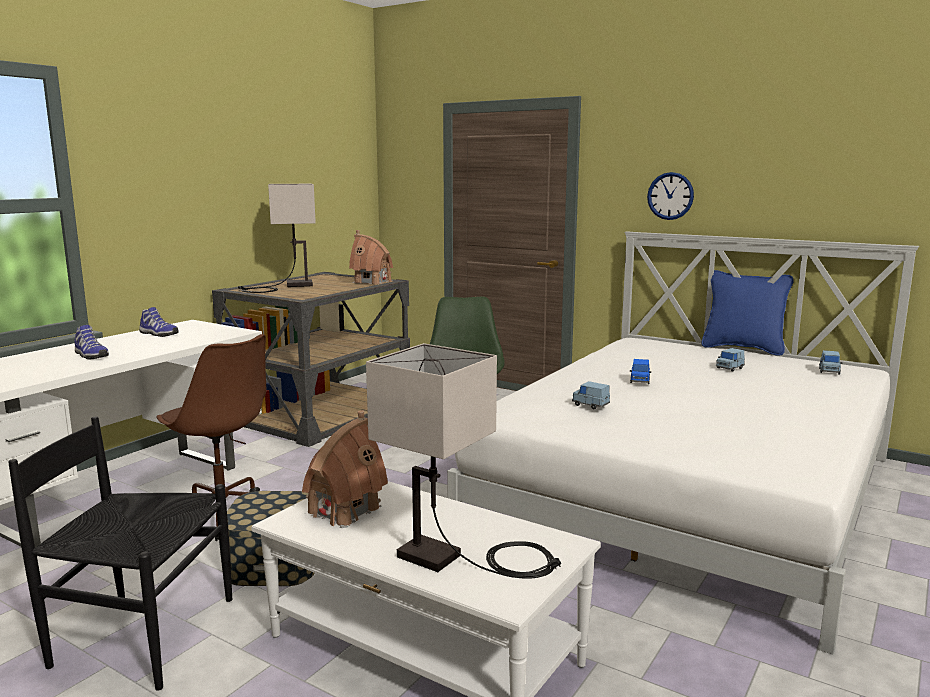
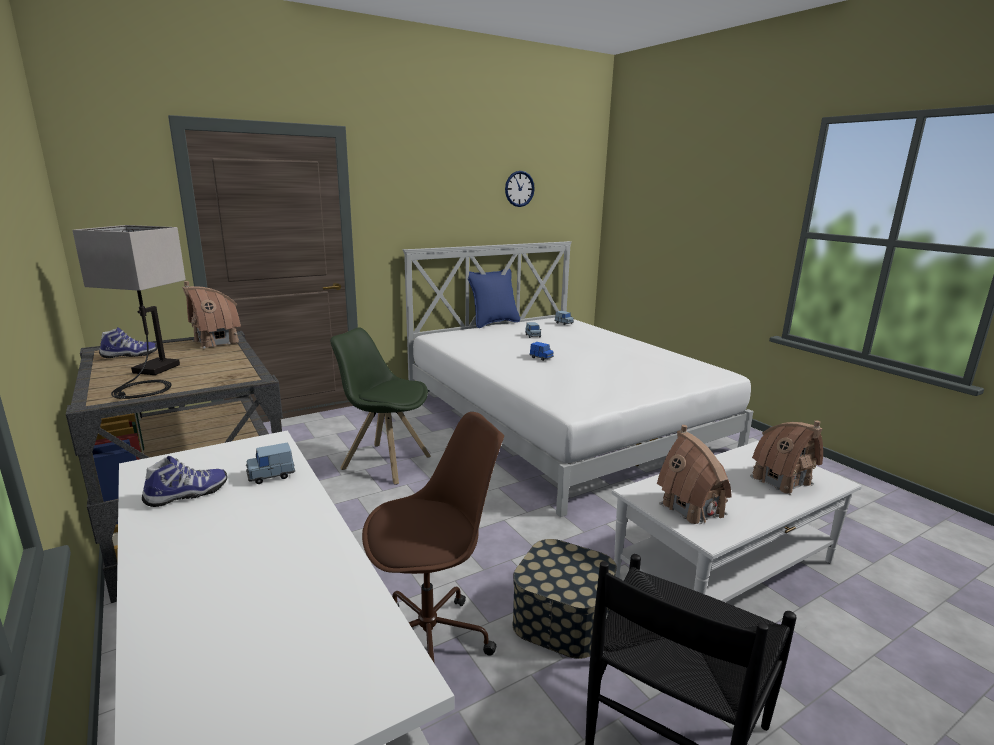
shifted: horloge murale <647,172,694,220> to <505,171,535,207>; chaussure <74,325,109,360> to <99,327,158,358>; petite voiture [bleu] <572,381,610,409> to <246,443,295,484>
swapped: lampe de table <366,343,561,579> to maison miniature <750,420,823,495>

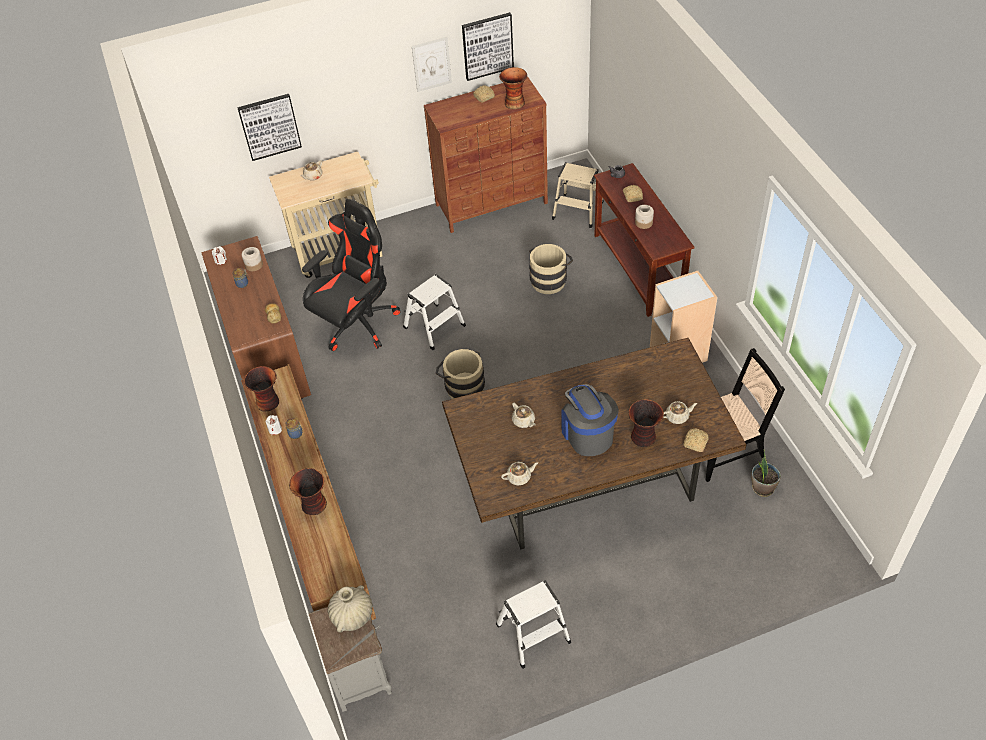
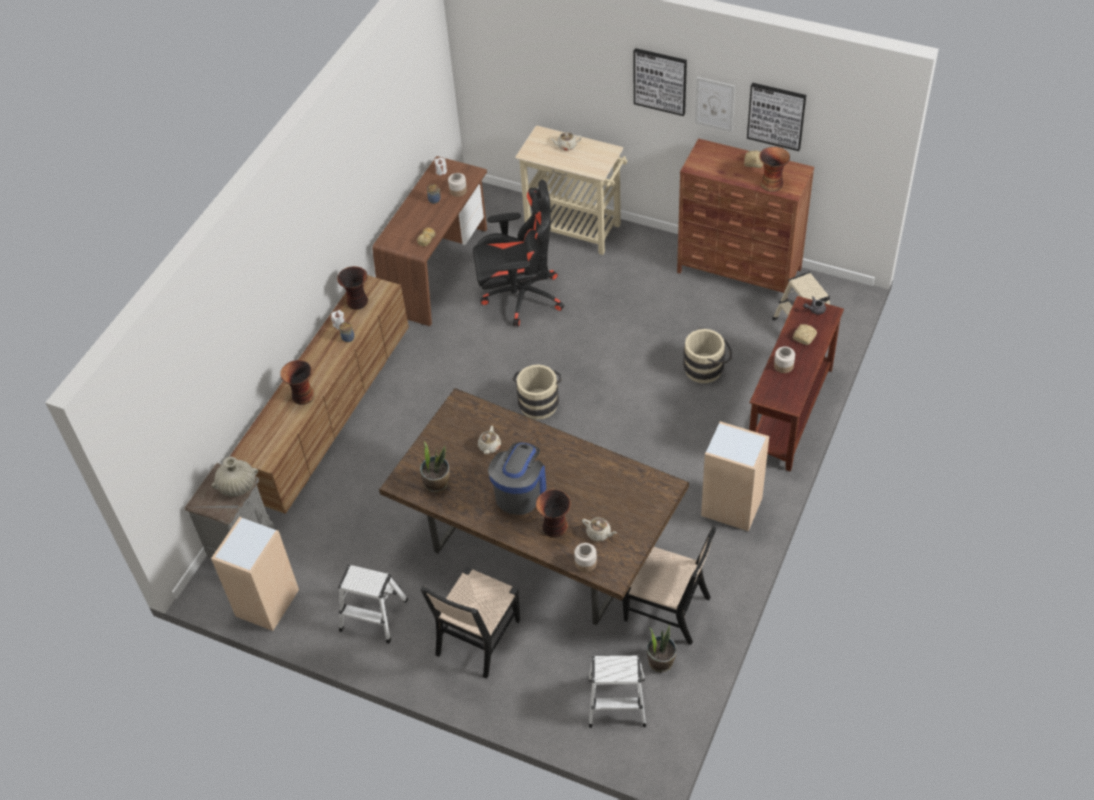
new: bibliothèque <211,517,299,631>; chaise <420,567,520,679>
shifted: tableau <237,94,302,161> to <634,48,687,116>; escabeau [blanc] <403,274,466,350> to <588,655,646,728>
swapped: pain <684,428,709,452> to bocal <574,543,597,572>; théière [beige] <501,462,538,485> to plante en pot <420,442,450,493>

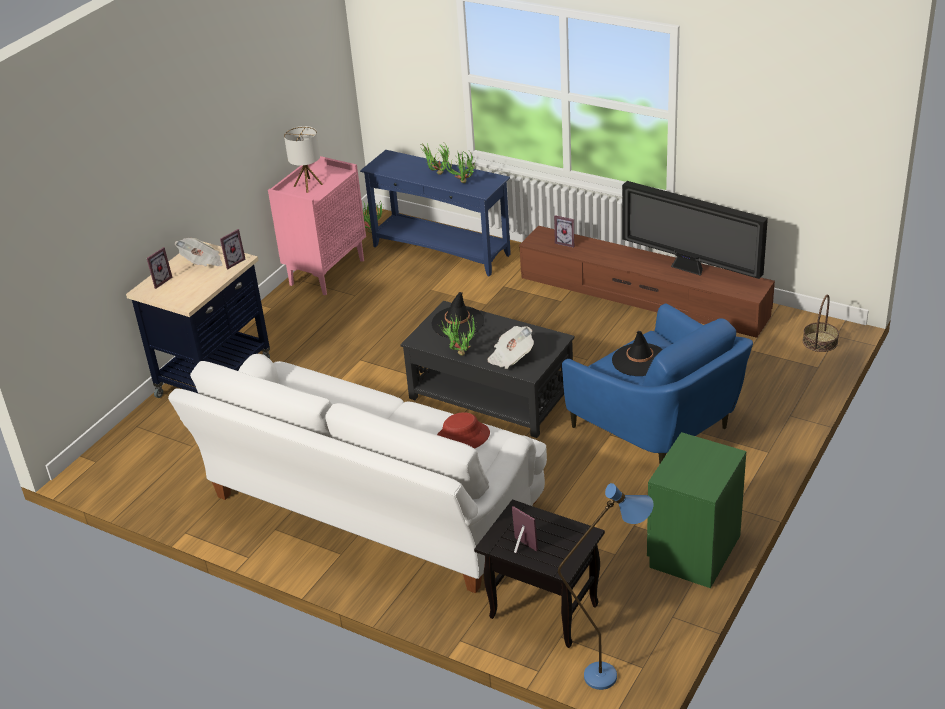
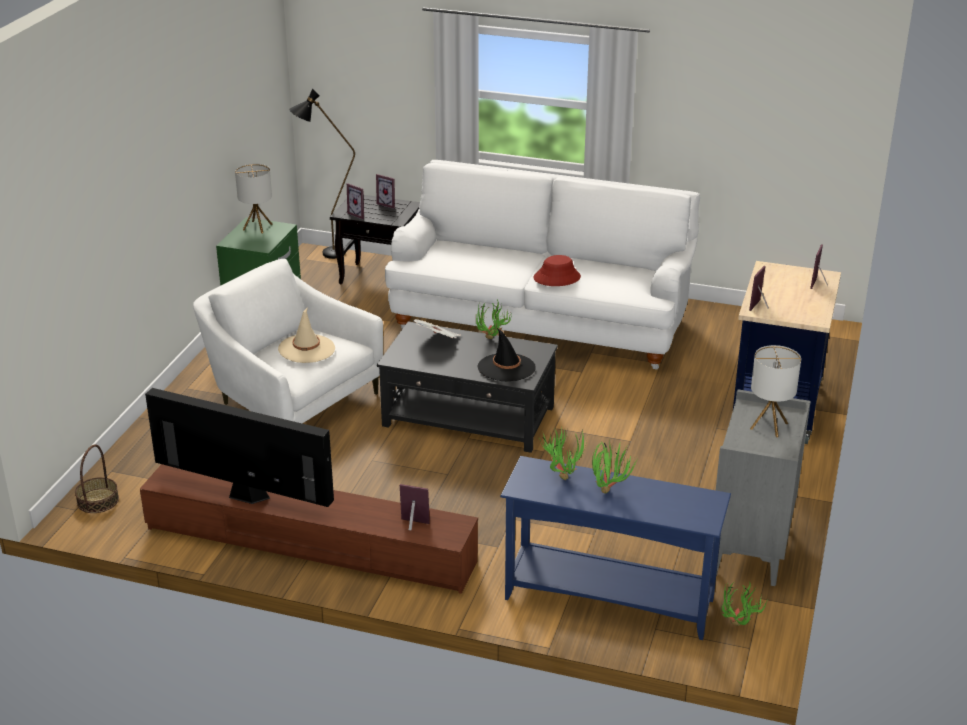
gone: journal <175,238,223,267>
new: lampe de table <235,164,272,233>; cadre photo <347,183,364,219>
shifted: chapeau [rouge] <437,412,490,449> to <533,255,581,286>
repainted: meuble de rangement [rose] <268,156,366,295> to meuble de rangement [gris] <716,389,811,586>; fauteuil [bleu] <562,304,753,464> to fauteuil [blanc] <193,259,383,423>; chapeau [noir] <612,331,663,376> to chapeau [beige] <278,307,335,363>; lampadaire [bleu] <558,483,653,690> to lampadaire [noir] <289,89,355,259>

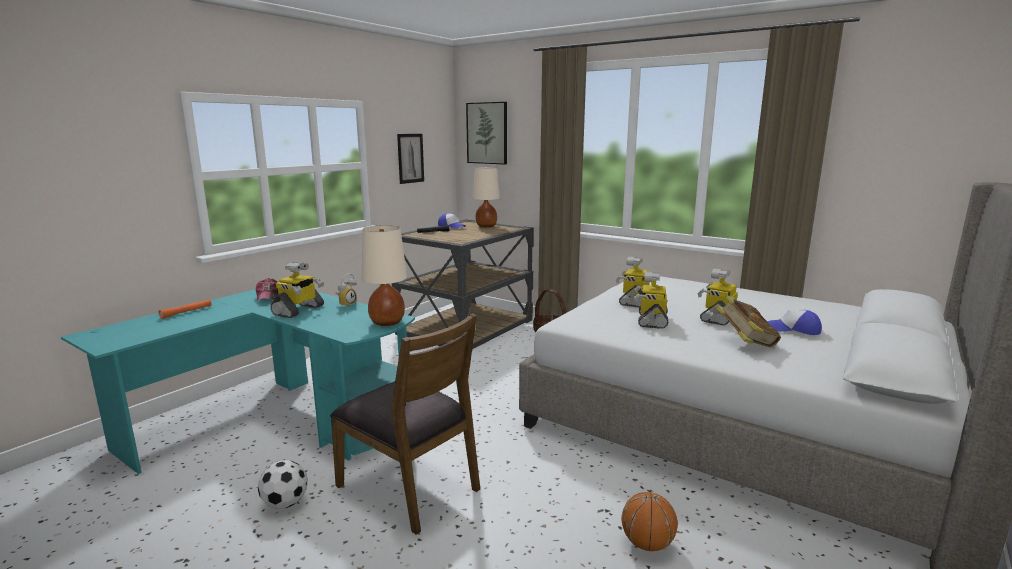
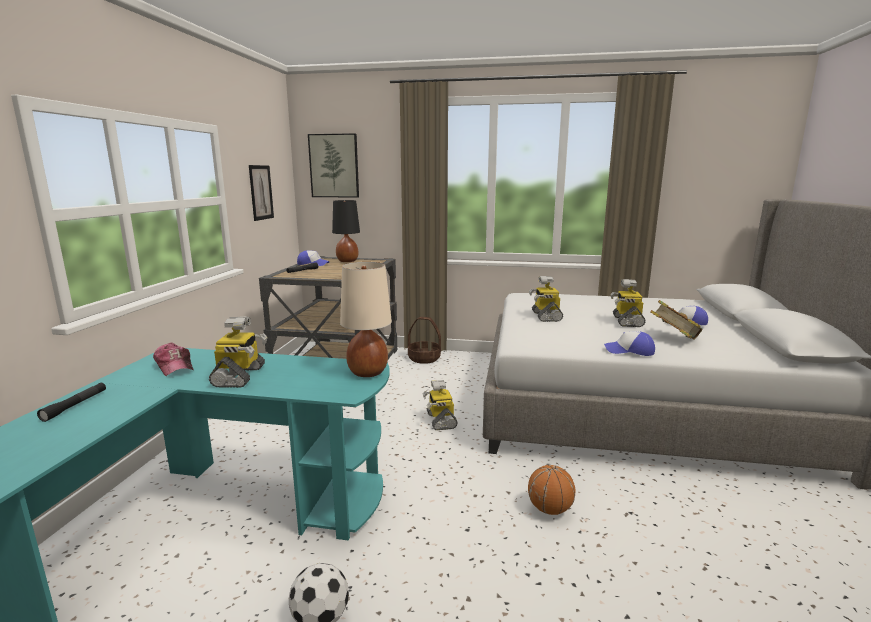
gone: réveil <336,273,357,307>; chaise [marron] <330,313,480,534>
new: casquette <604,331,655,356>
shifted: robot jouet <634,272,668,329> to <423,380,458,430>; ballon de basket <621,492,678,551> to <528,465,575,515>
repainted: lampe de table [beige] <473,167,500,227> to lampe de table [noir] <332,200,360,262>; lampe de poche [orange] <158,300,212,319> to lampe de poche [noir] <37,382,106,422>

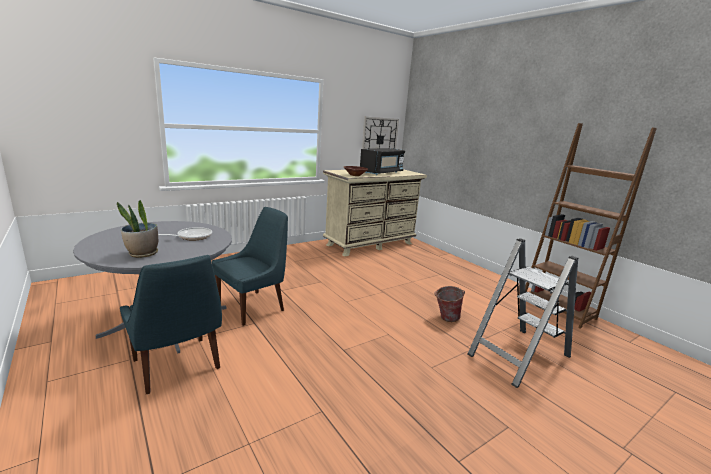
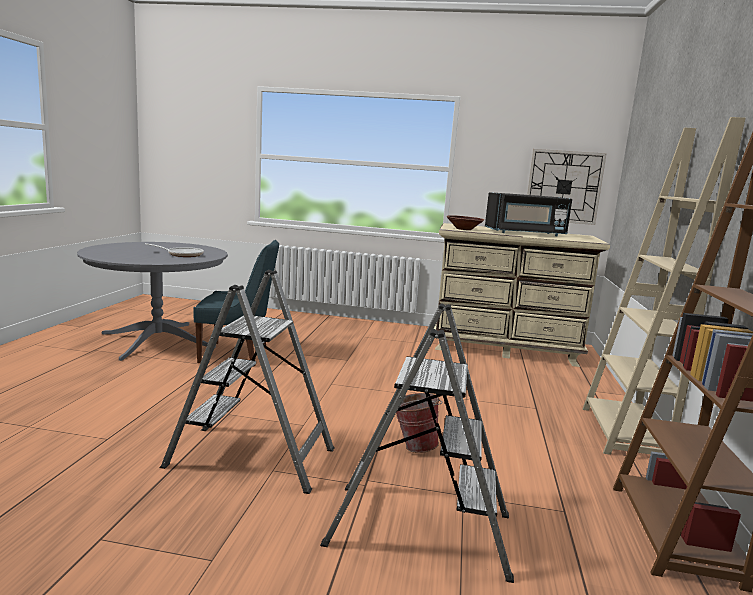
gone: plante en pot <117,200,158,258>; chaise [bleu] <120,255,222,394>
new: bibliothèque [beige] <583,117,745,455>; escabeau [gris] <159,270,335,494>

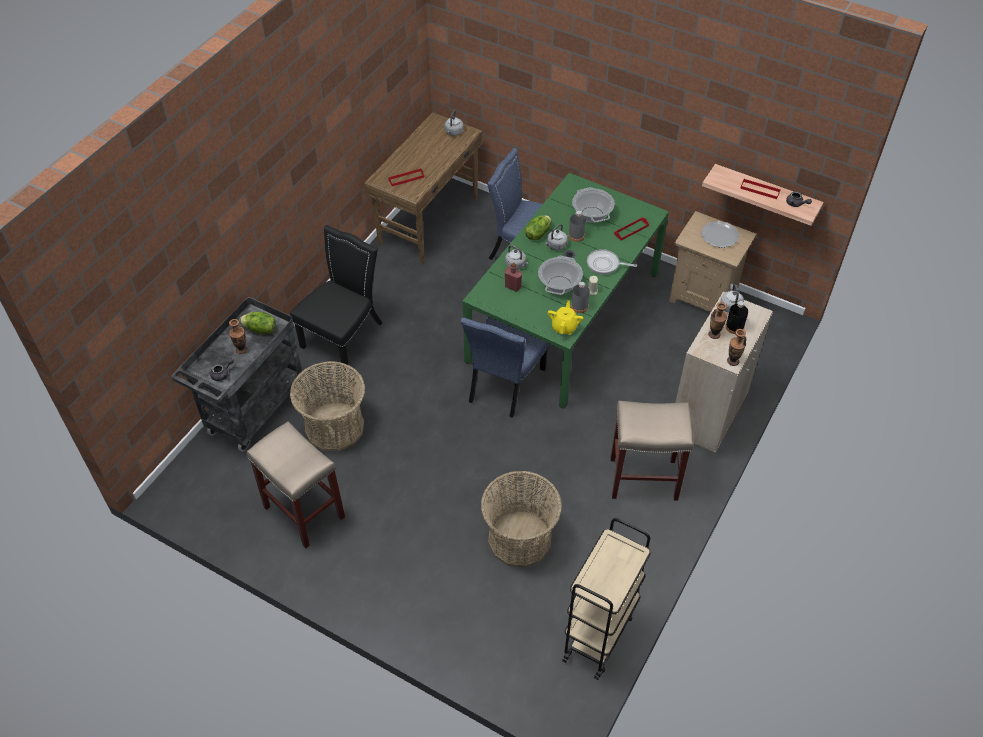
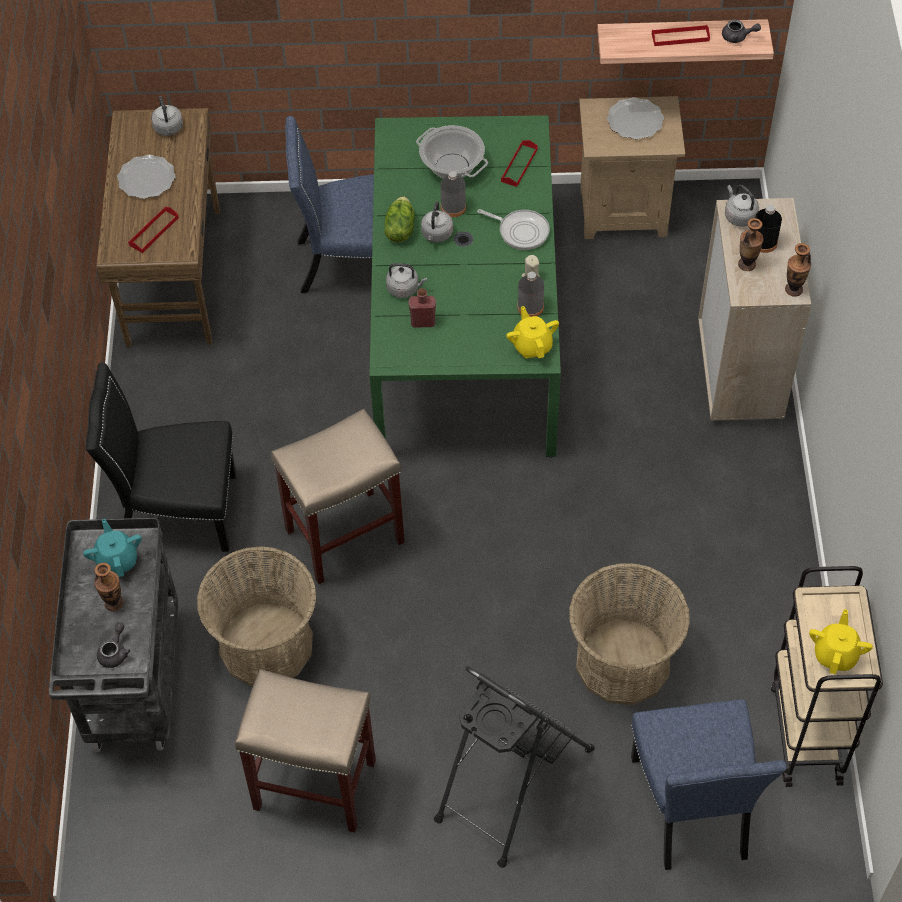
gone: marmite <538,256,583,295>
new: assiette <117,155,176,199>; théière [jaune] <809,609,873,675>; escabeau <434,666,595,868>
shifted: chaise [bleu] <461,317,550,418> to <631,699,787,870>; tabouret [beige] <610,401,693,501> to <271,409,405,584>
swapped: laitue <240,312,275,334> to théière [turquoise] <83,519,142,577>
rotated: chaise [noir] <290,225,383,368> = <86,363,236,552> 90 degrees counterclockwise; poêle <587,249,637,275> = <477,209,550,250> 135 degrees counterclockwise

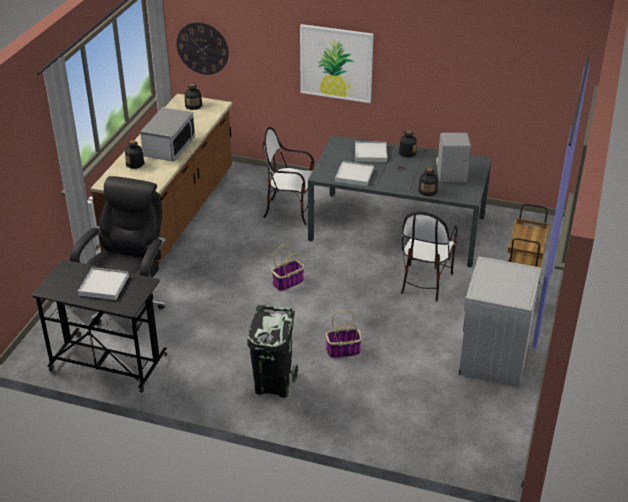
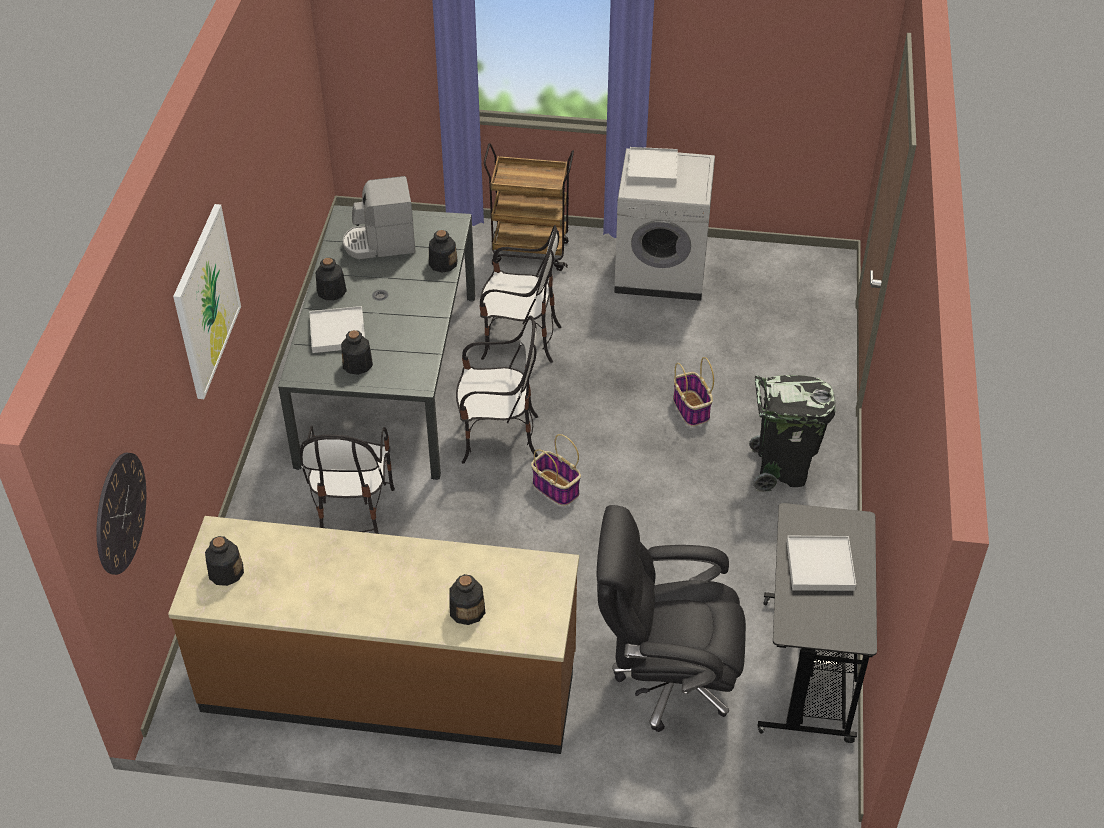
gone: micro-ondes <140,107,195,162>
new: chaise <456,316,538,463>; bouteille <341,330,373,375>
shifted: plateau [blanc] <335,161,374,186> to <628,147,678,185>

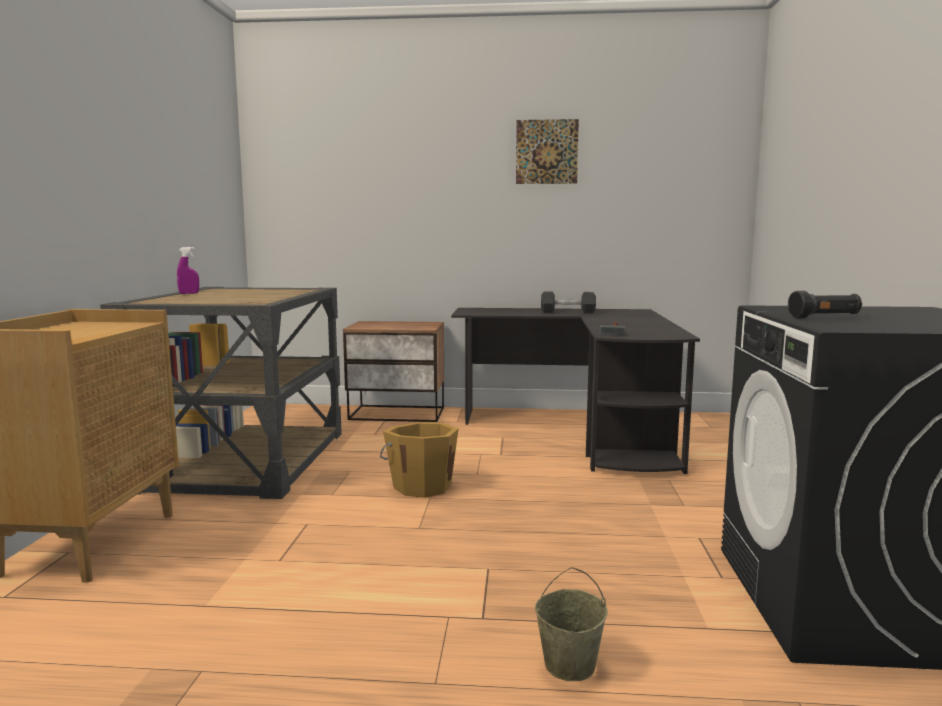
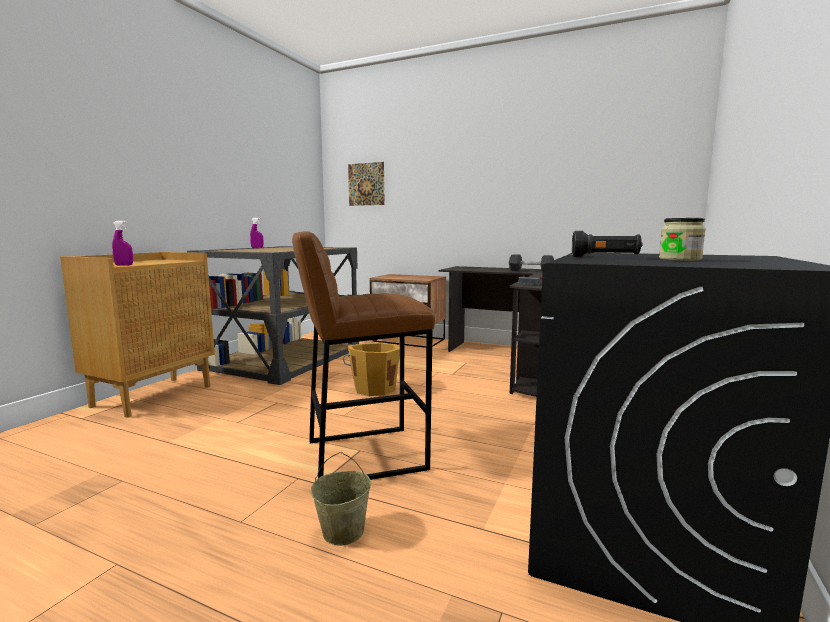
new: bocal <659,218,706,261>; vaporisateur [violet] <112,221,133,265>; tabouret [marron] <292,231,435,480>
shifted: tableau <516,119,579,184> to <348,162,385,206>

